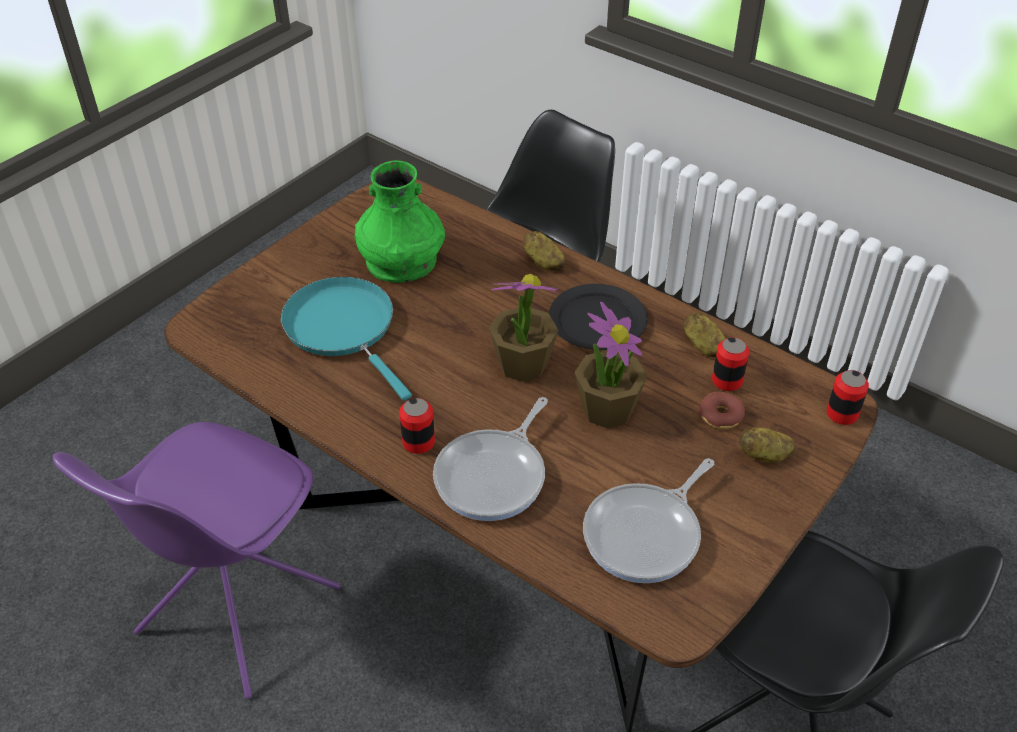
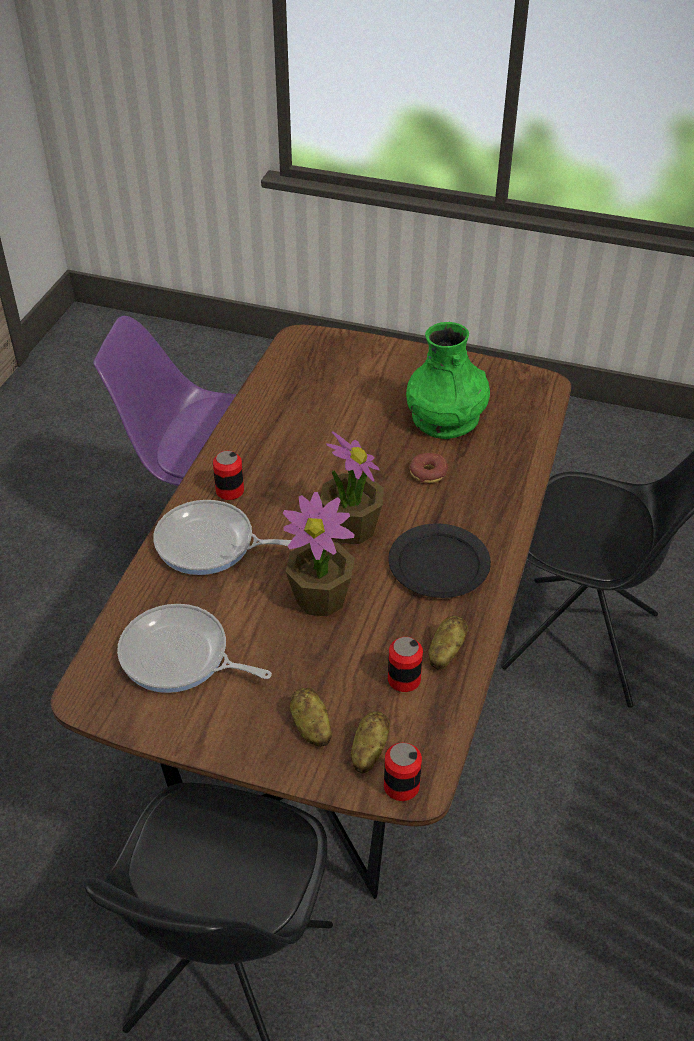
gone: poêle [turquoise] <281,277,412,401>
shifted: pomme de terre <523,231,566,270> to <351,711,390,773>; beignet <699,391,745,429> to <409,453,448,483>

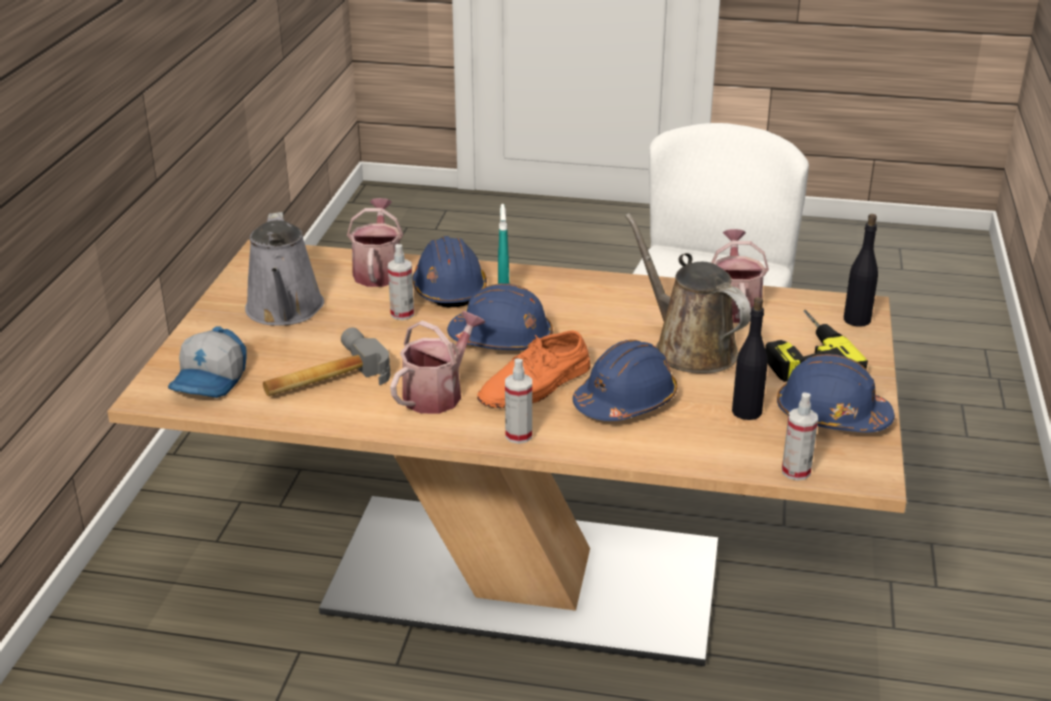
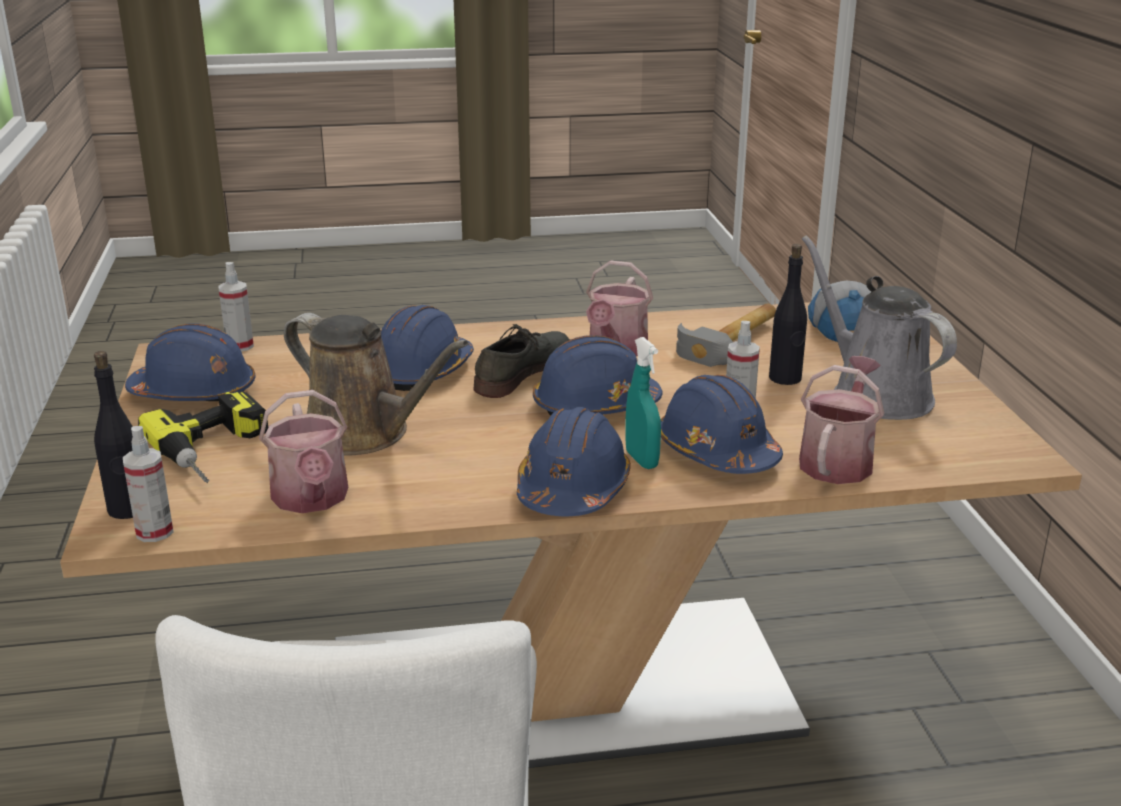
new: casque de chantier [bleu] <517,407,631,517>
shifted: bouteille [noir] <732,297,767,420> to <769,244,807,385>; vaporisateur <505,358,532,444> to <123,426,173,542>
repainted: chaussure [orange] <477,330,590,408> to chaussure [gris] <473,324,570,398>
rotated: arrosoir <347,198,403,287> = <799,356,884,484> 135 degrees counterclockwise

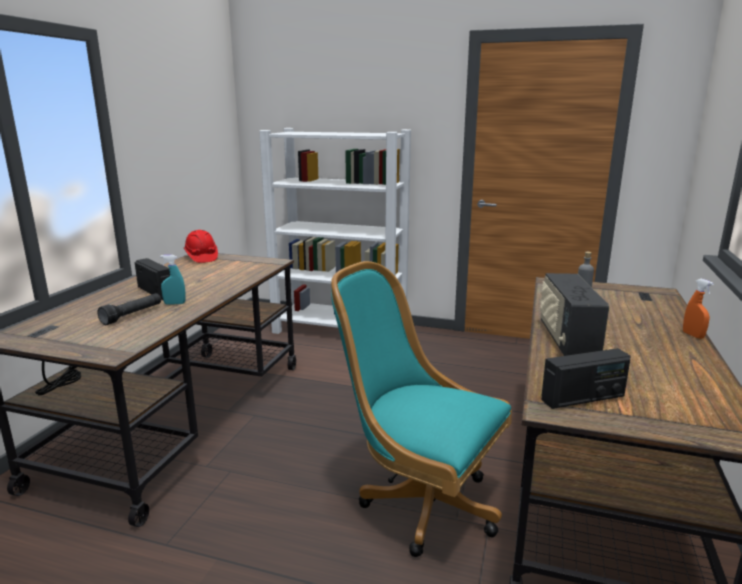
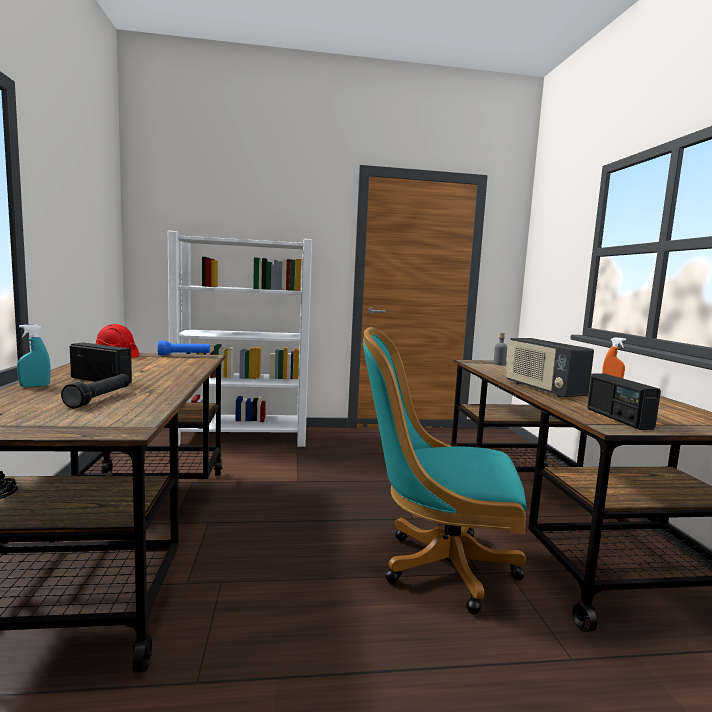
new: lampe de poche [bleu] <158,341,210,355>
shifted: vaporisateur [turquoise] <160,255,186,305> to <17,325,51,387>
rotated: radio <542,348,631,409> = <587,373,661,430> 120 degrees clockwise

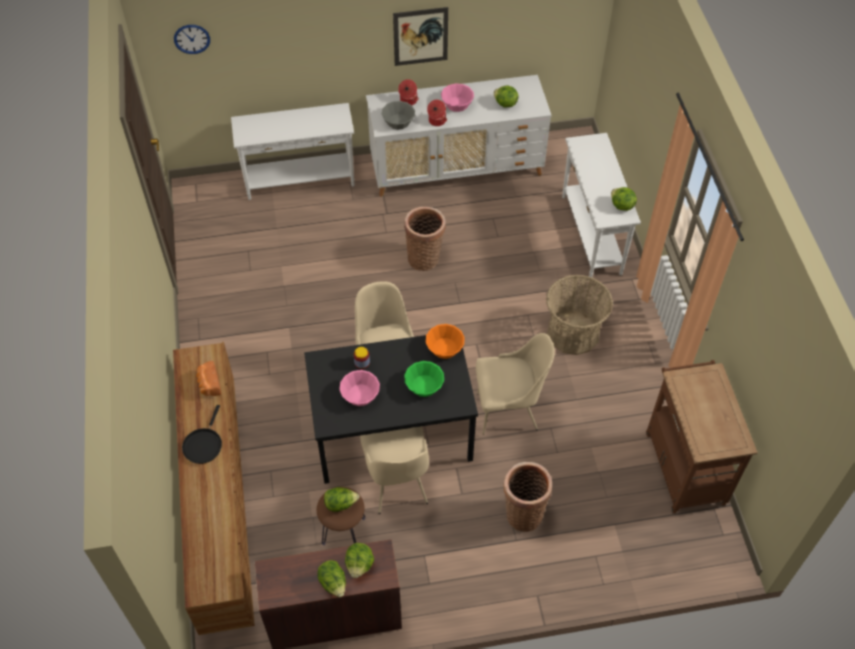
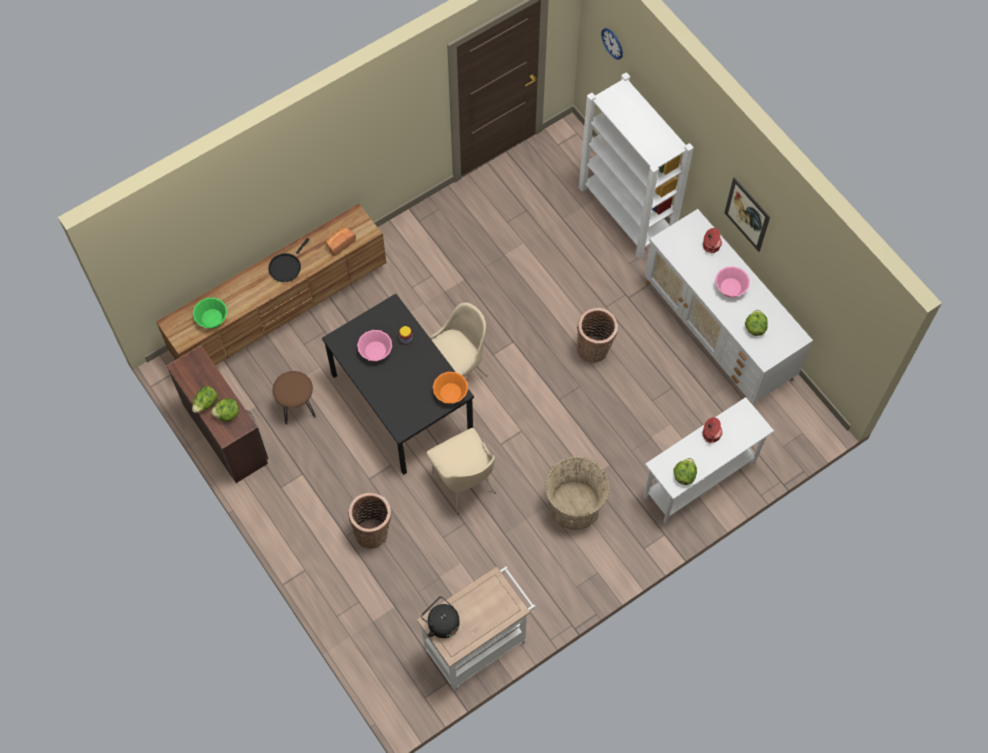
gone: bol [gris] <382,101,415,130>; chaise [beige] <360,426,429,514>; laitue <324,487,359,512>
new: bouilloire [noir] <421,596,460,638>
shifted: marmite <427,100,447,126> to <703,417,723,443>; bol [vert] <404,361,444,397> to <193,298,227,329>
swapped: table console [blanc] <231,103,354,200> to bibliothèque [blanc] <579,72,694,259>
repainted: chariot [marron] <646,360,758,514> to chariot [blanc] <417,567,536,691>
rotated: poêle [noir] <182,405,222,464> = <268,238,310,282> 45 degrees counterclockwise

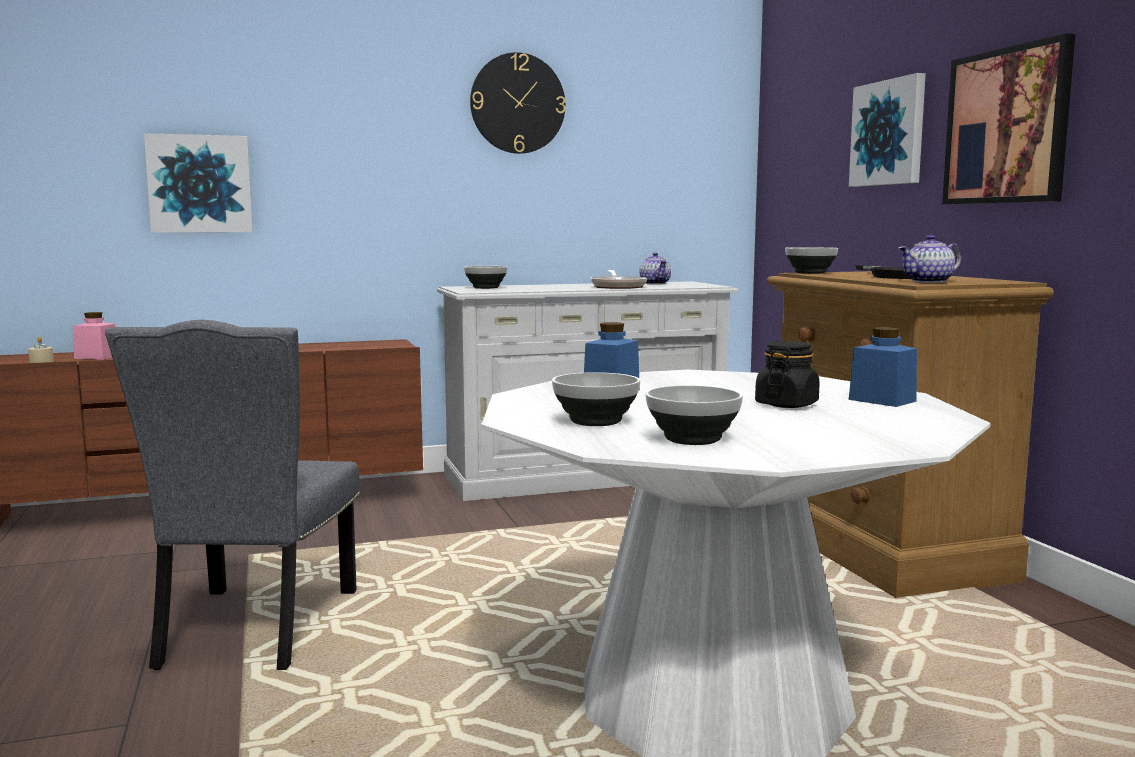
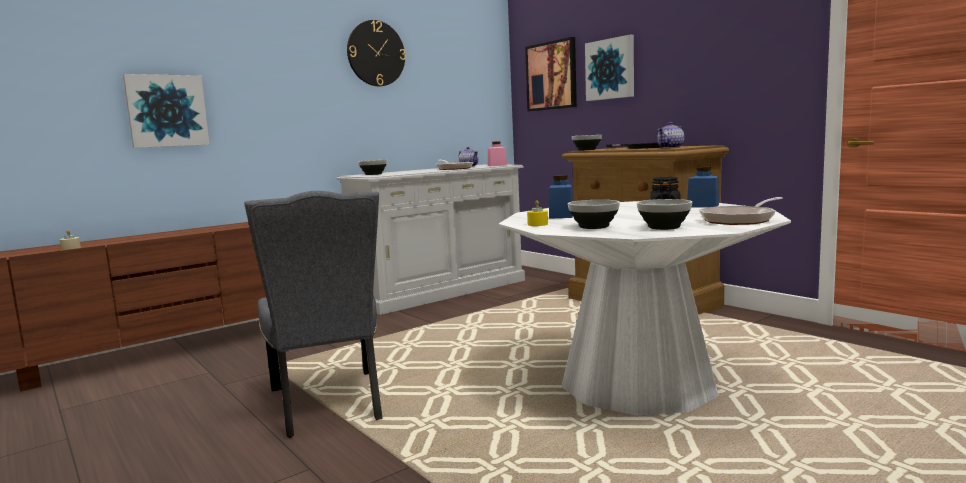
new: poêle <699,197,783,225>; bougie [jaune] <527,200,548,226>
shifted: tableau <942,34,1075,204> to <525,37,577,112>; bocal [rose] <73,312,115,360> to <488,141,507,166>

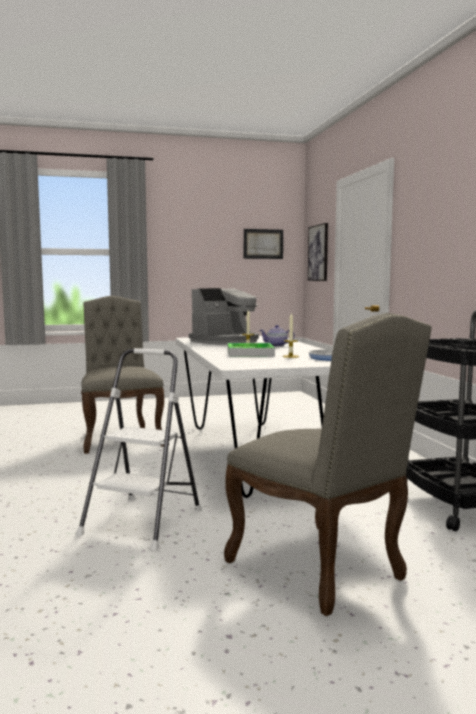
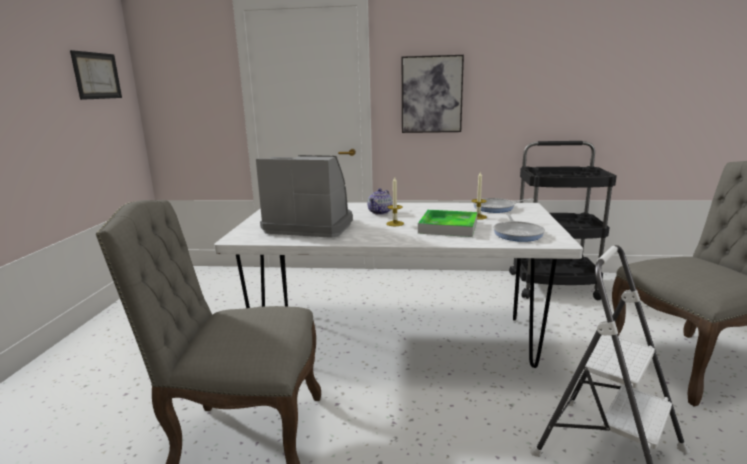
new: poêle <493,213,545,242>
shifted: tableau <308,223,328,281> to <402,55,464,133>
rotated: machine à café <189,288,259,344> = <256,155,353,238> 60 degrees counterclockwise

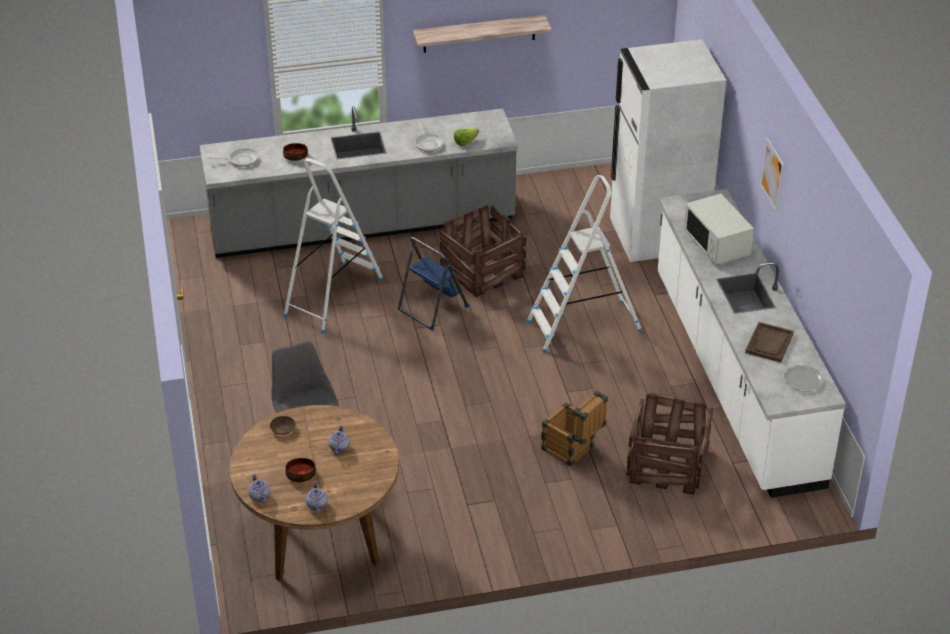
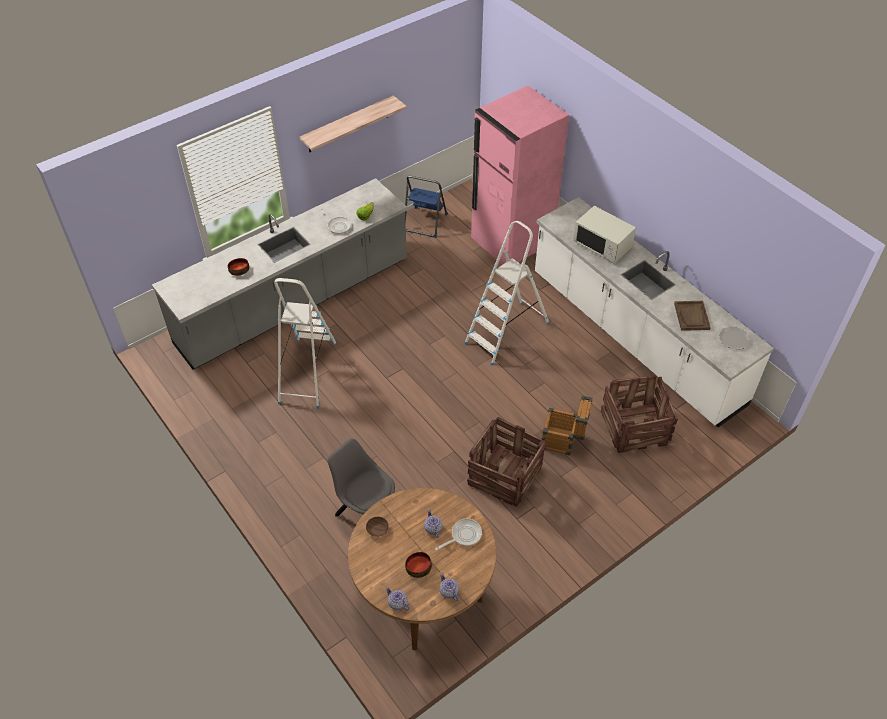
gone: tableau <760,138,784,212>
shifted: poêle <207,148,258,167> to <435,519,482,551>; caisse <440,205,526,297> to <467,417,545,507>; escabeau [bleu] <398,237,470,331> to <405,176,448,238>
repainted: réfrigérateur [blanc] <610,39,726,262> to réfrigérateur [rose] <471,85,569,265>

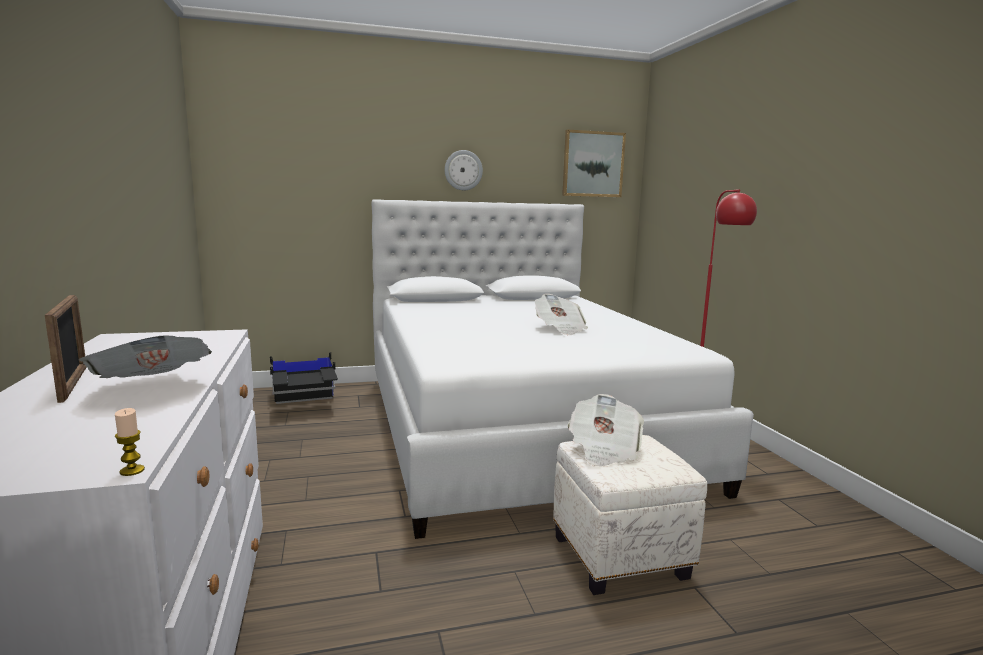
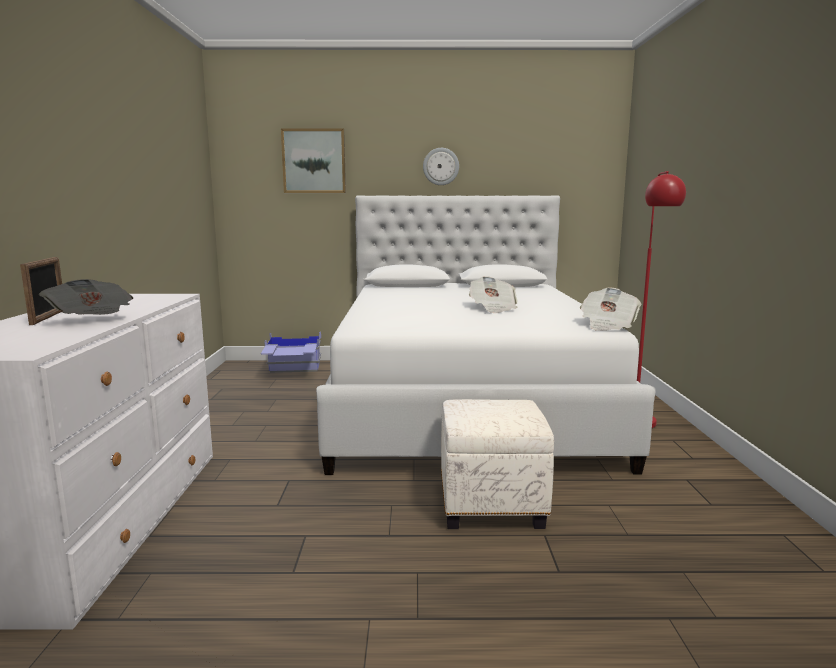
gone: bougie <115,408,145,476>
shifted: tableau <562,130,626,197> to <281,128,346,193>; journal <568,394,644,466> to <580,287,641,331>
repainted: boîte de rangement [noir] <270,352,338,404> to boîte de rangement [bleu] <261,332,321,373>

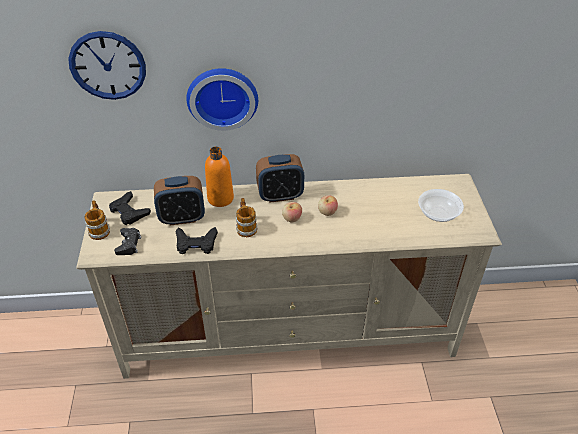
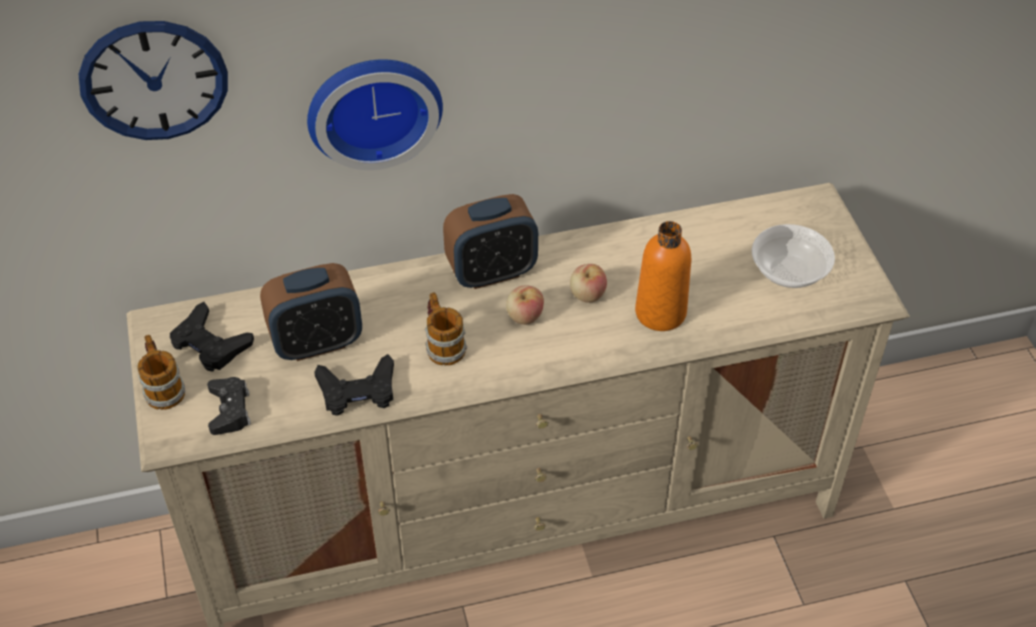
shifted: bouteille [orange] <205,146,234,207> to <635,221,691,331>

